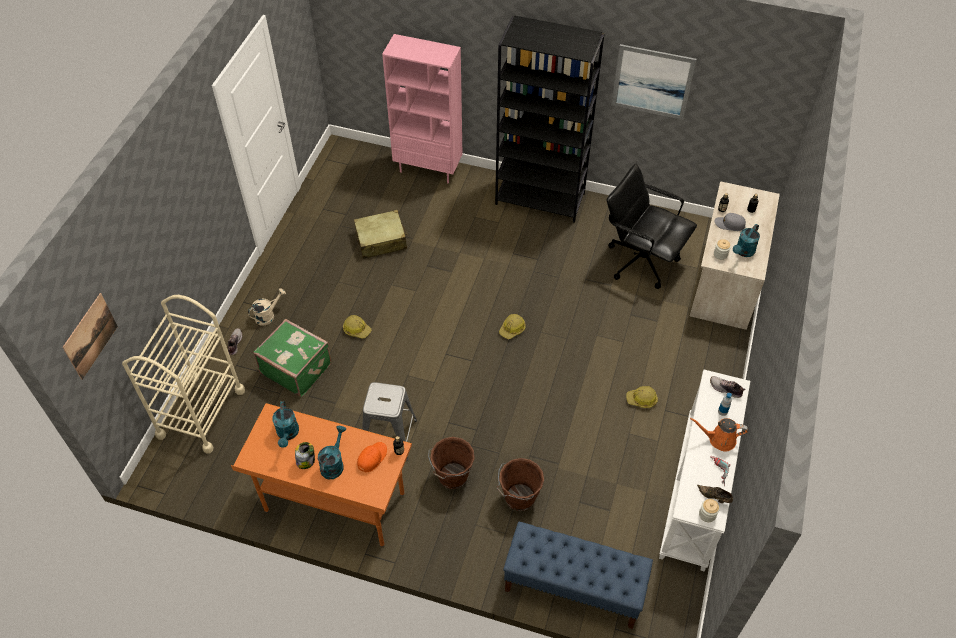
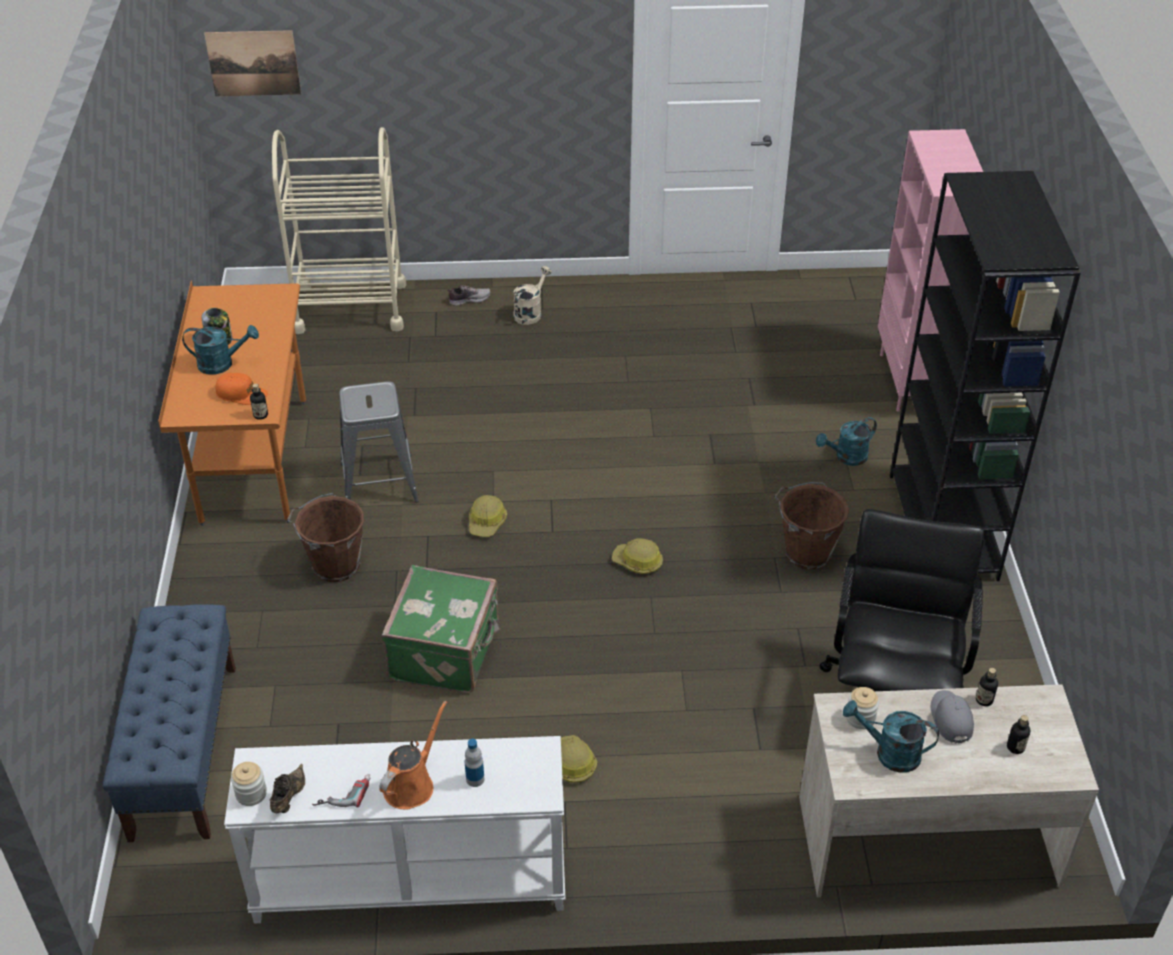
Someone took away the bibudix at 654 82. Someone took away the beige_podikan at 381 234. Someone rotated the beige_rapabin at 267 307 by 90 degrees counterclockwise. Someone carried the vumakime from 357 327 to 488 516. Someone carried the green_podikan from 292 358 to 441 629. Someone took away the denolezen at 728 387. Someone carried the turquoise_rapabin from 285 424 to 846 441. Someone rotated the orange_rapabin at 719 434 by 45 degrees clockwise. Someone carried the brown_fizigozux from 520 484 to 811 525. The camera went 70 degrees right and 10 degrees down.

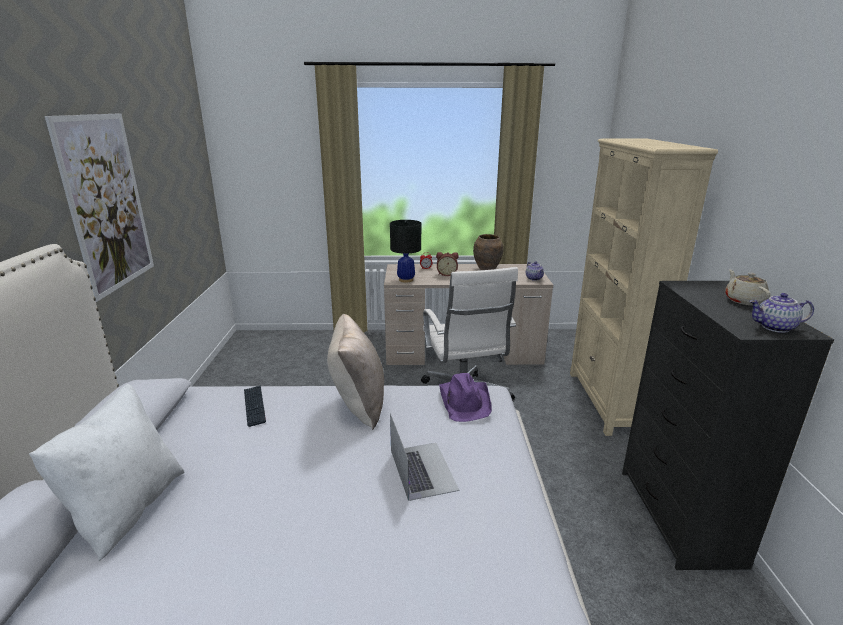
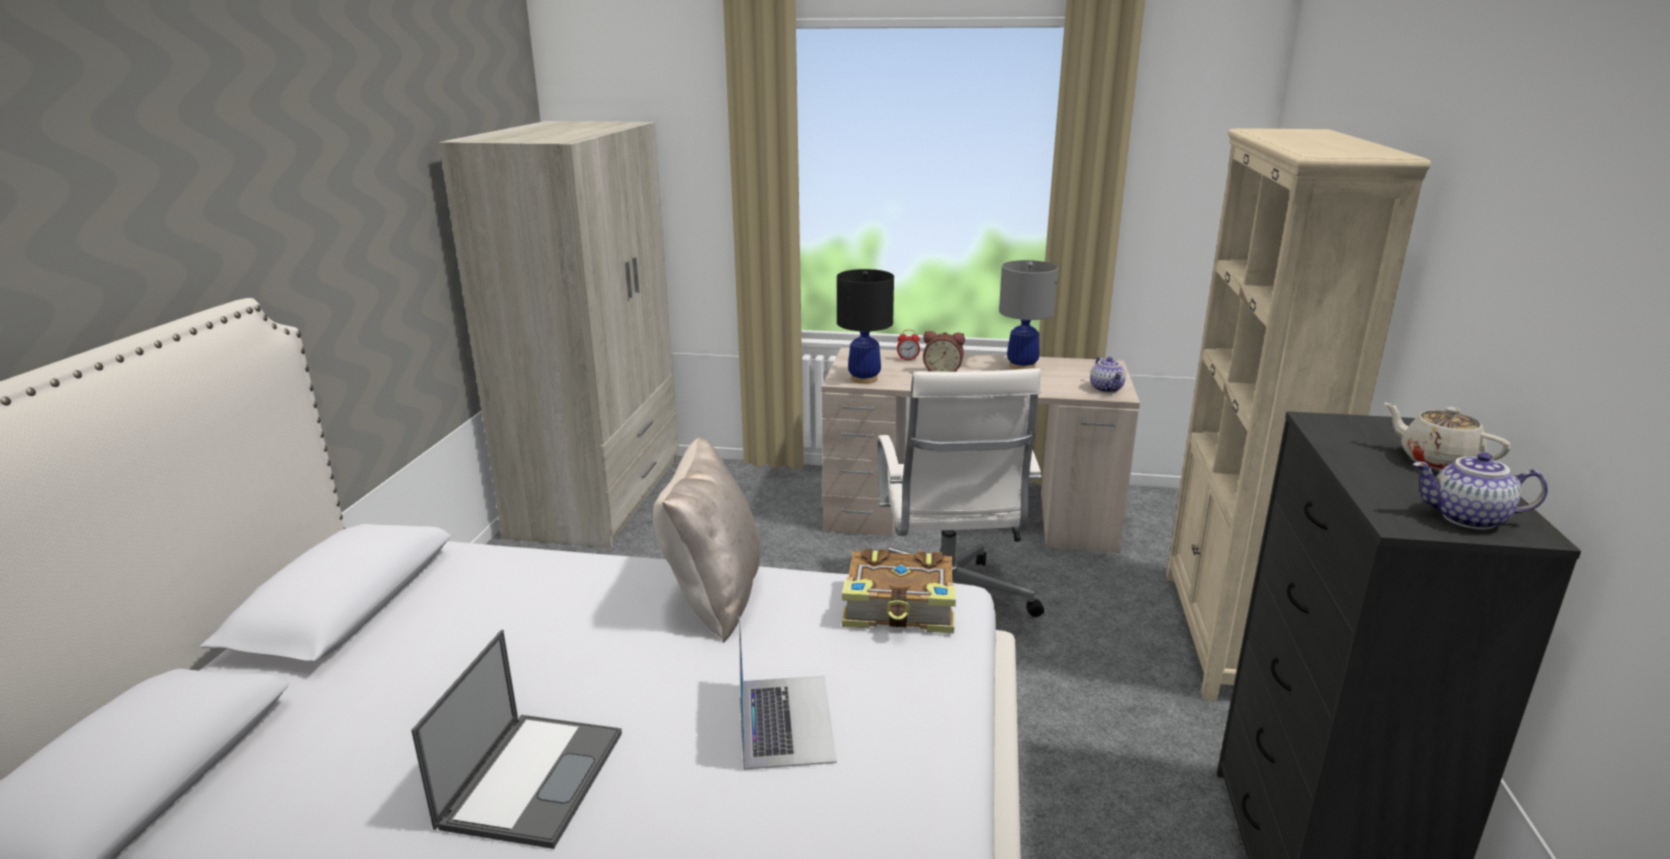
Someone took away the bibudix at 99 207. Someone swapped the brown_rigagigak at 488 252 for the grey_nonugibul at 1028 315. Someone rotated the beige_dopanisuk at 748 287 by 45 degrees counterclockwise. Someone swapped the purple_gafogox at 465 397 for the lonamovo at 899 591. Someone took away the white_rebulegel at 107 472. Someone took away the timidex at 255 406. Someone put down the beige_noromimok at 559 334. Someone put down the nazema at 516 739. The camera went 10 degrees right and 0 degrees up.

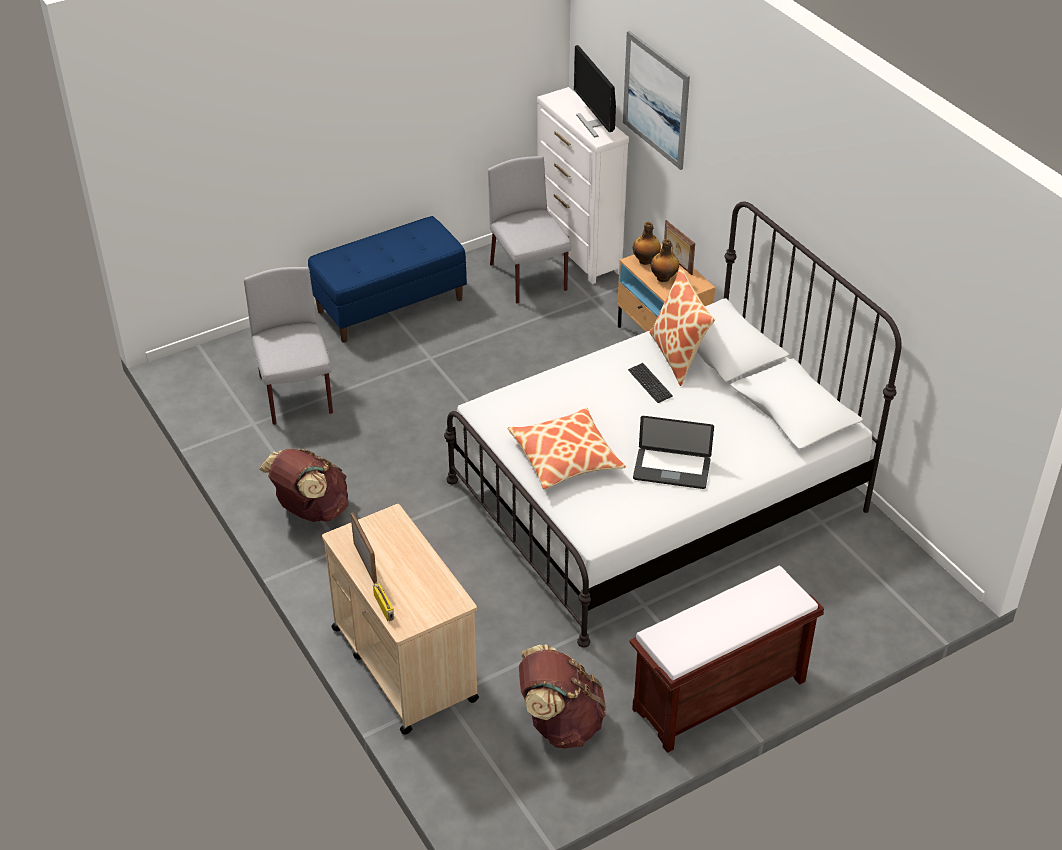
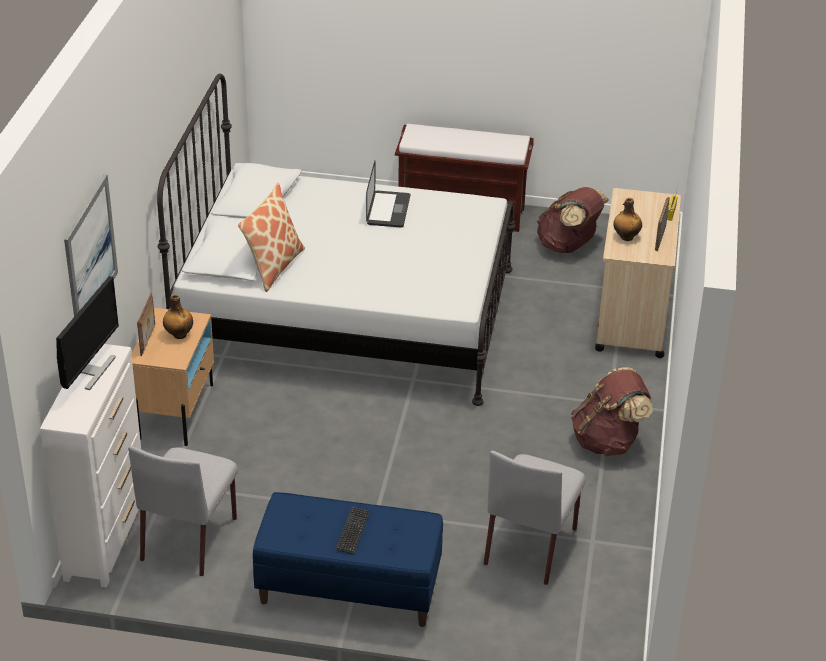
Someone carried the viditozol from 647 243 to 627 219. Someone carried the timidex from 650 383 to 353 530. Someone took away the rebulegel at 566 449. Someone rotated the nazema at 673 452 by 45 degrees clockwise. The camera went 140 degrees left and 5 degrees down.

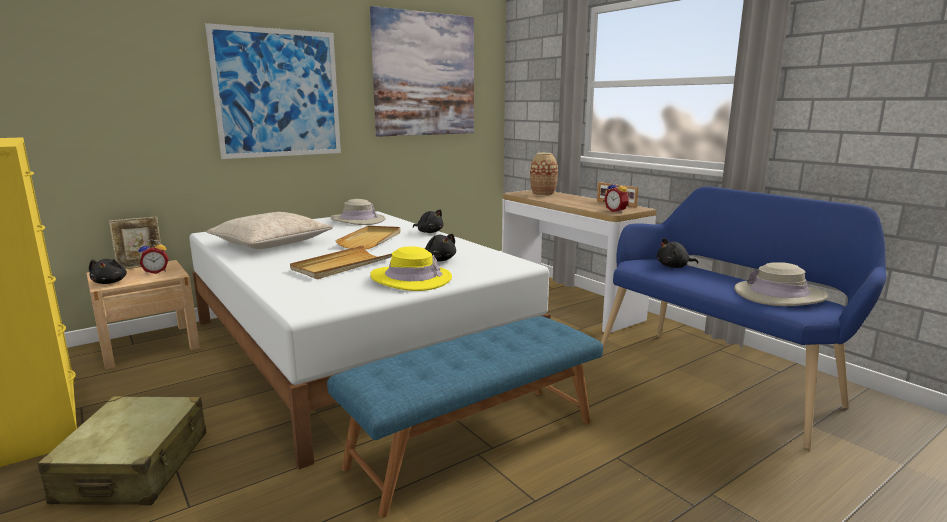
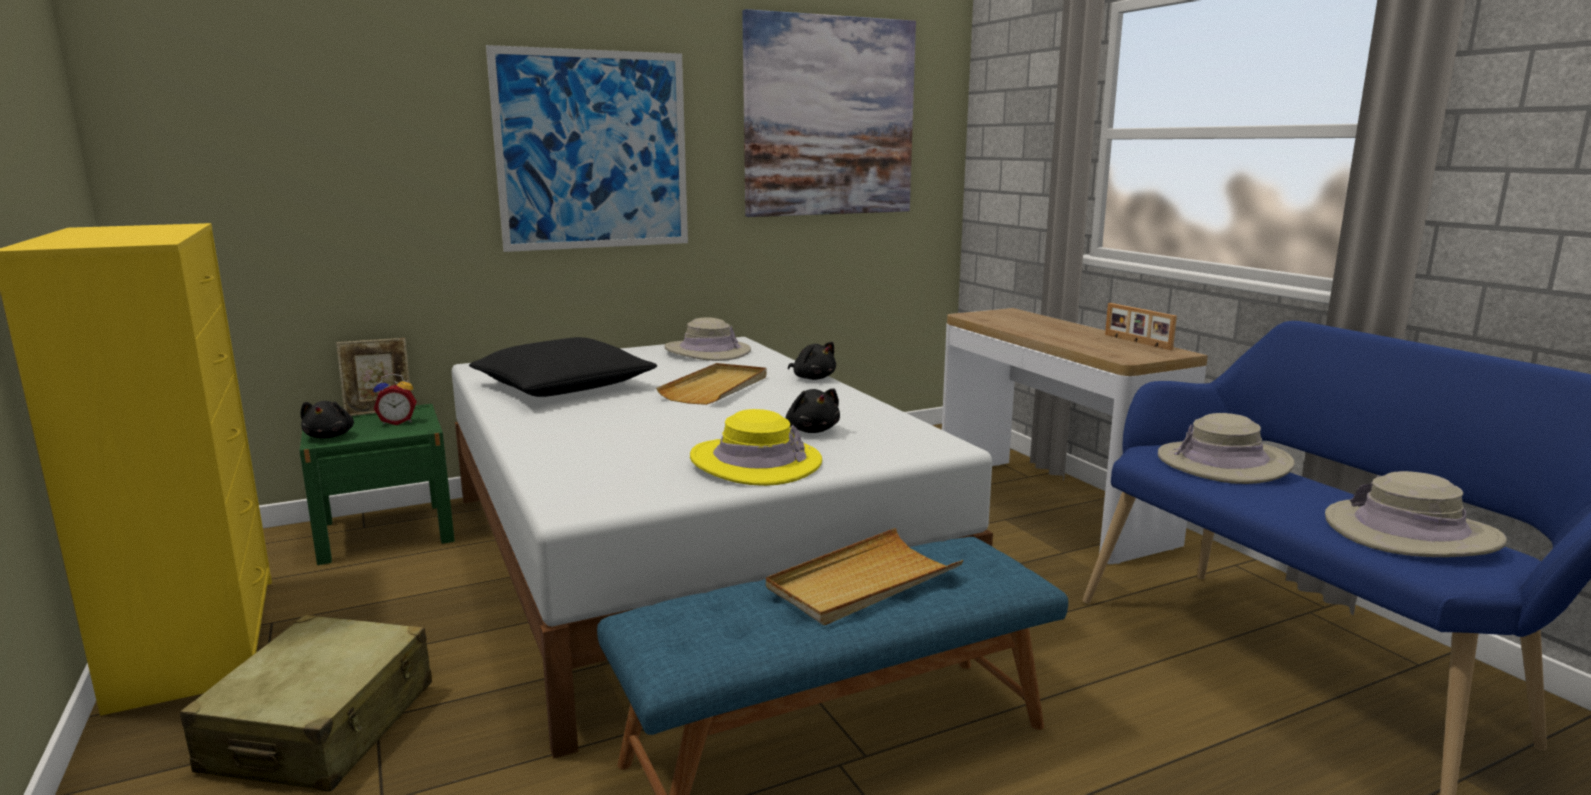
Someone took away the rigagigak at 544 174. Someone took away the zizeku at 616 196. Someone repainted the beige_rebulegel at 269 230, which became the black_rebulegel at 563 367. Someone swapped the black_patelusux at 677 253 for the beige_gafogox at 1226 448. Someone carried the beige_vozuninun from 341 262 to 865 576. Someone repainted the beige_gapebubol at 143 315, which became the green_gapebubol at 377 484. The camera went 10 degrees right and 0 degrees up.

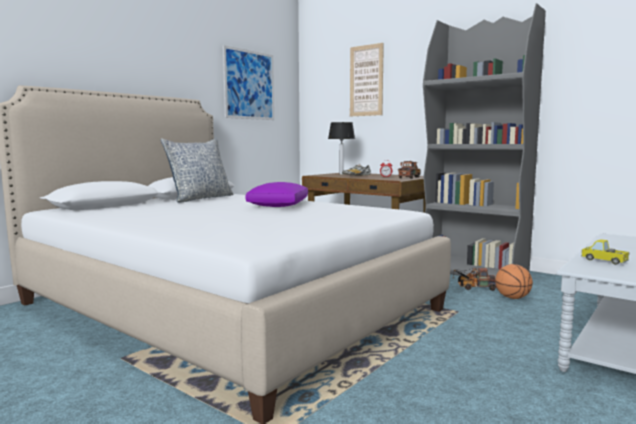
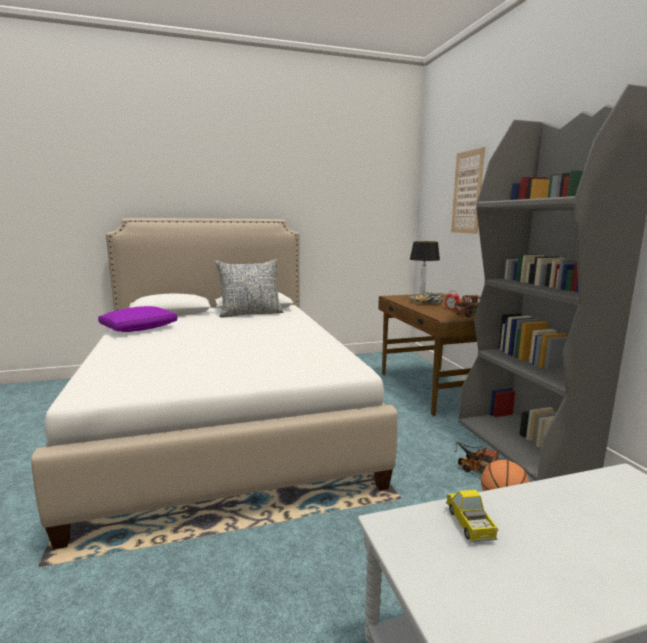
Someone took away the bibudix at 248 82. Someone carried the purple_rebulegel from 276 194 to 137 319. The camera went 35 degrees right and 5 degrees up.

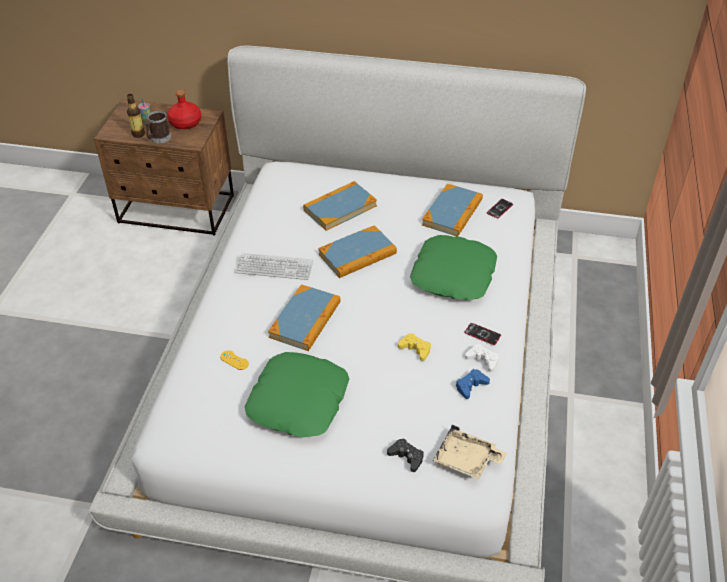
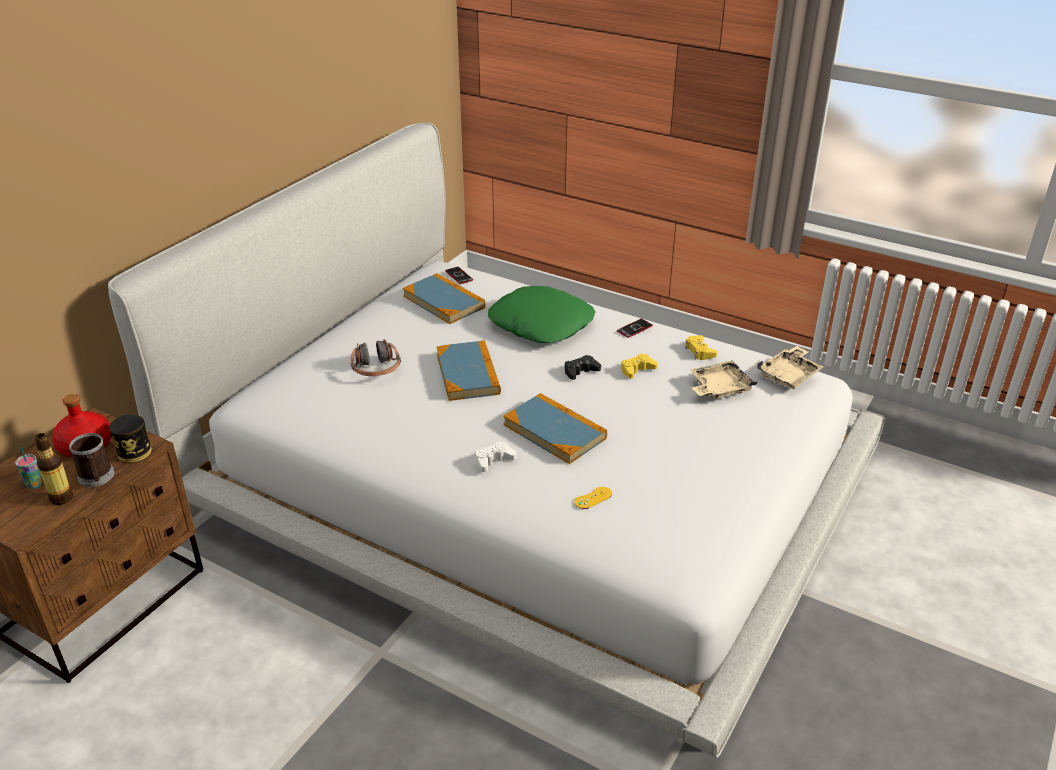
Someone swapped the lonamovo at 340 206 for the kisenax at 376 357. Someone took away the timidex at 274 266. Someone carried the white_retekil from 482 358 to 495 456. Someone took away the green_rebulegel at 297 394. Someone repainted the blue_retekil at 473 384, which became the yellow_retekil at 701 347. Someone carried the black_retekil from 405 455 to 583 367. Someone put down the beige_vozuninun at 723 380. Someone put down the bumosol at 130 438. The camera went 70 degrees left and 10 degrees down.

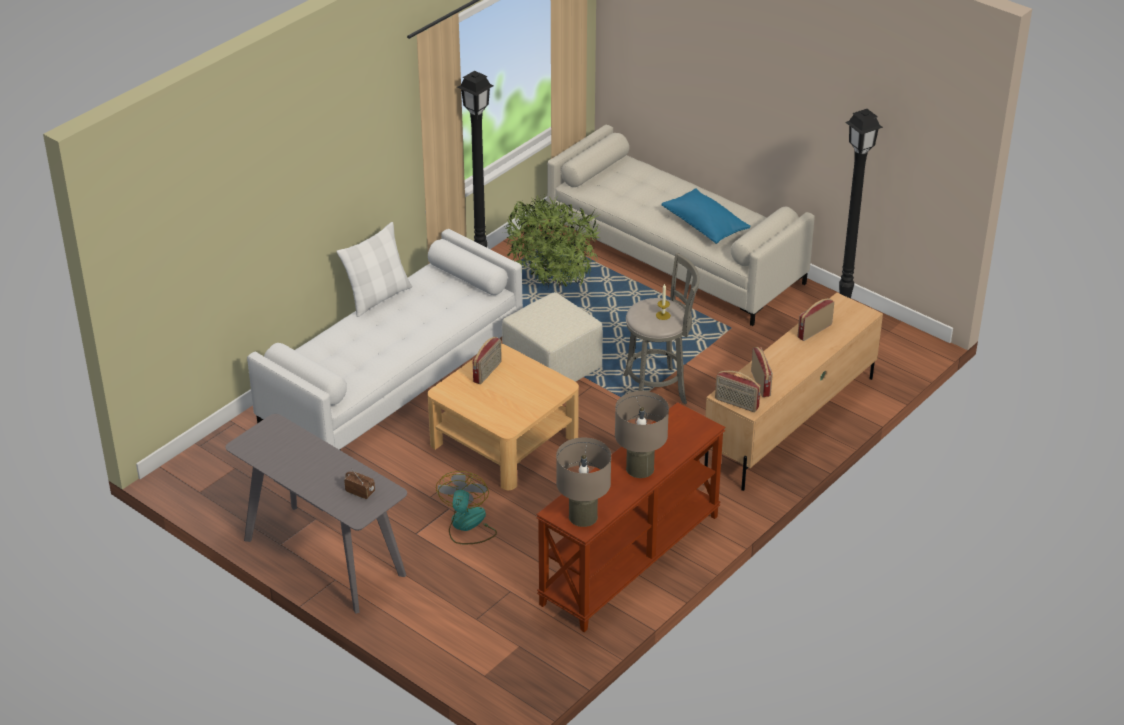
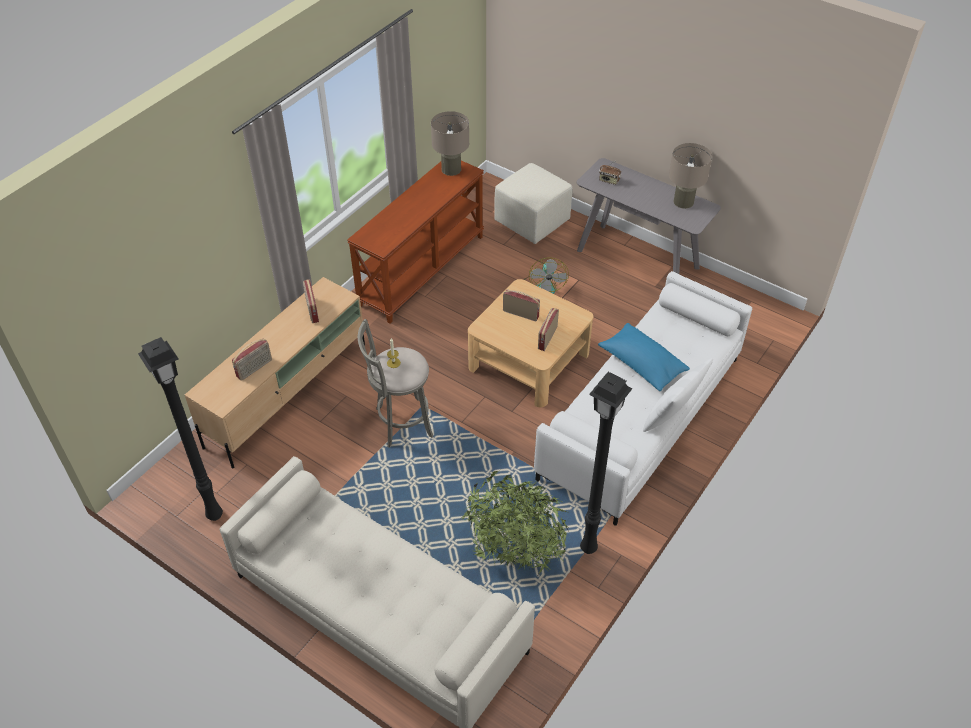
Someone carried the blue_rebulegel from 706 216 to 644 357. Someone carried the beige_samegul from 552 337 to 533 203. Someone carried the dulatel from 738 391 to 521 305. Someone carried the beige_nonugibul from 642 434 to 690 176. The camera went 175 degrees right and 10 degrees up.

